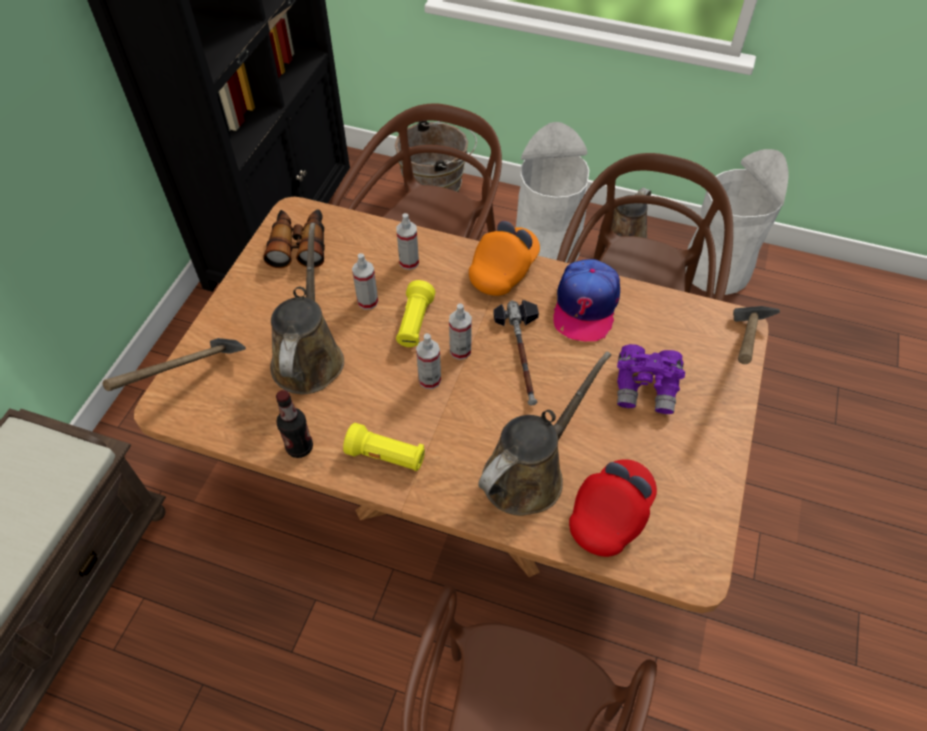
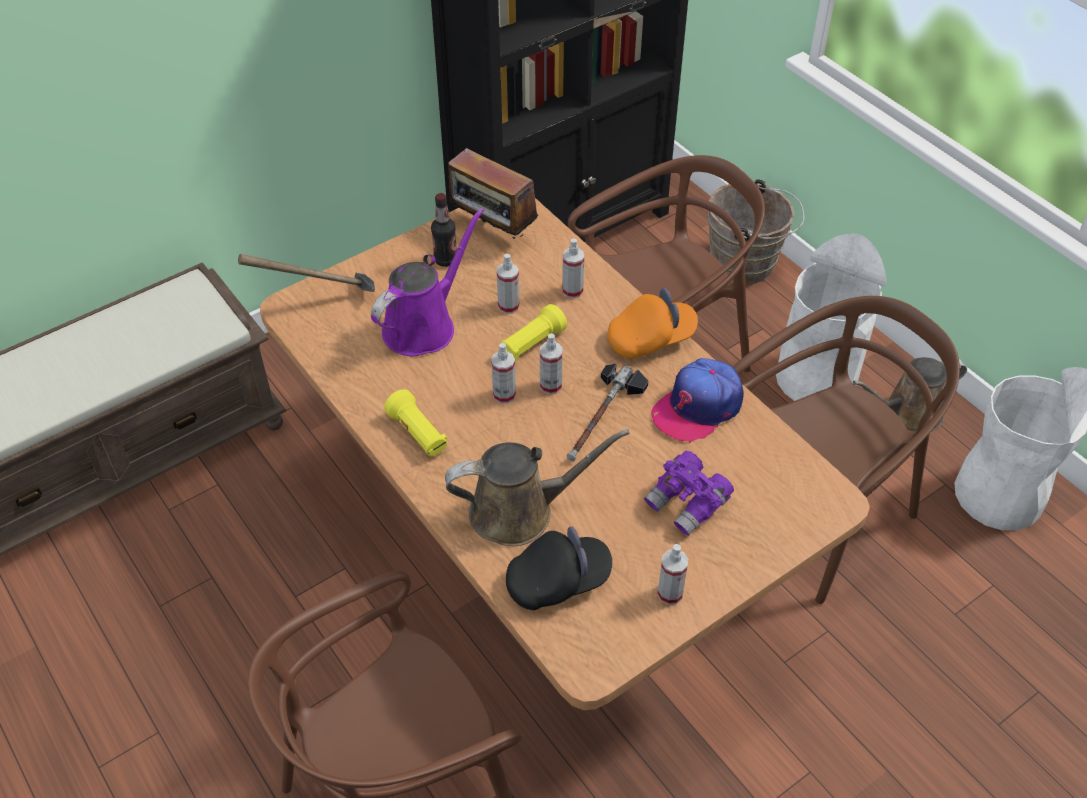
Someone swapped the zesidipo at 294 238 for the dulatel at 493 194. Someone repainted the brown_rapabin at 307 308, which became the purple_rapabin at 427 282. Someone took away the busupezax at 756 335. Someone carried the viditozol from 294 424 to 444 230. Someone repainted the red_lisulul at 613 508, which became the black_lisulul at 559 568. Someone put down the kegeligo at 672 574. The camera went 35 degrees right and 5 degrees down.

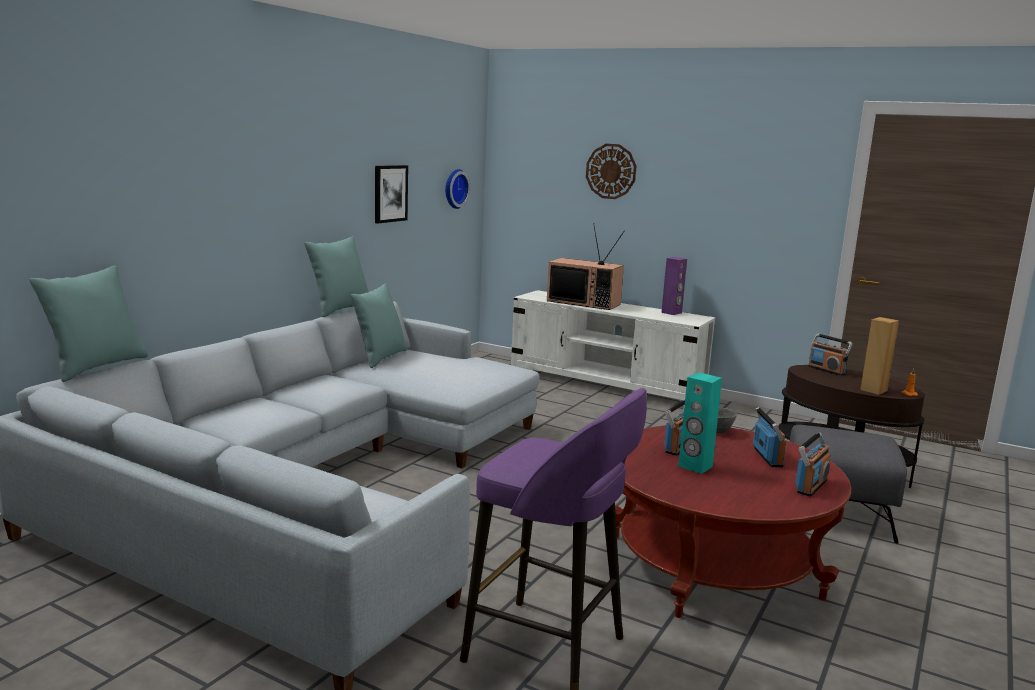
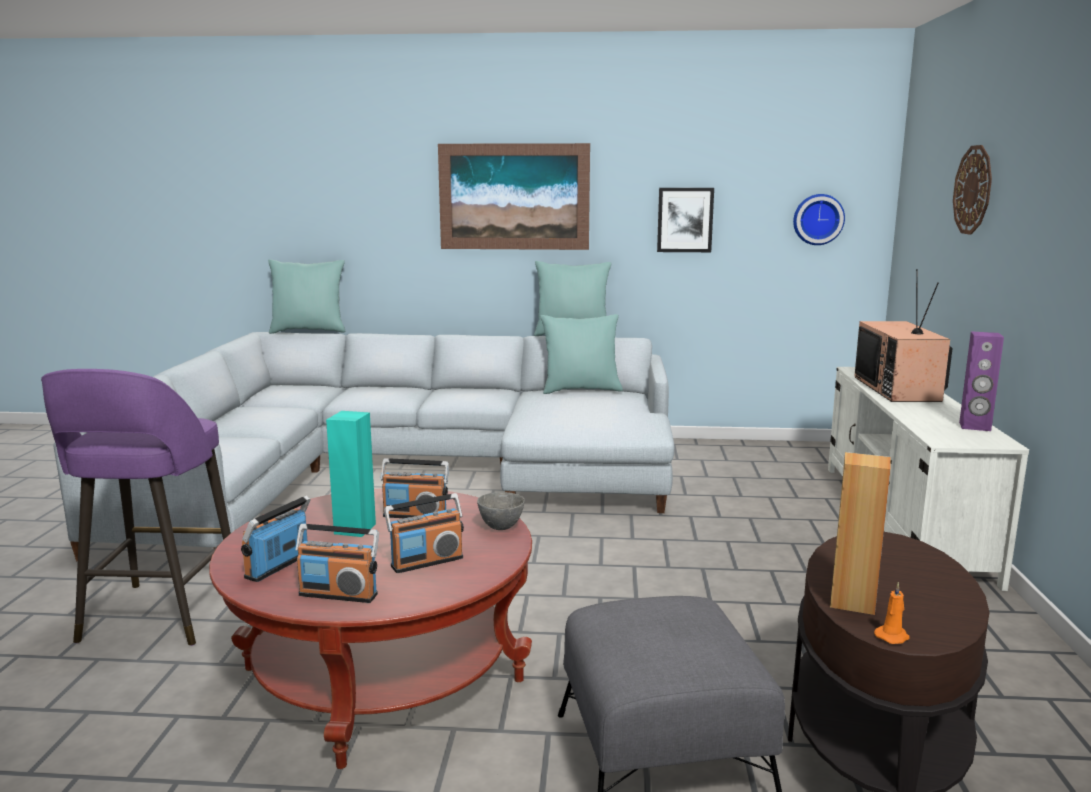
Someone carried the dulatel from 830 354 to 276 538. Someone put up the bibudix at 514 196. The camera went 65 degrees right and 0 degrees up.

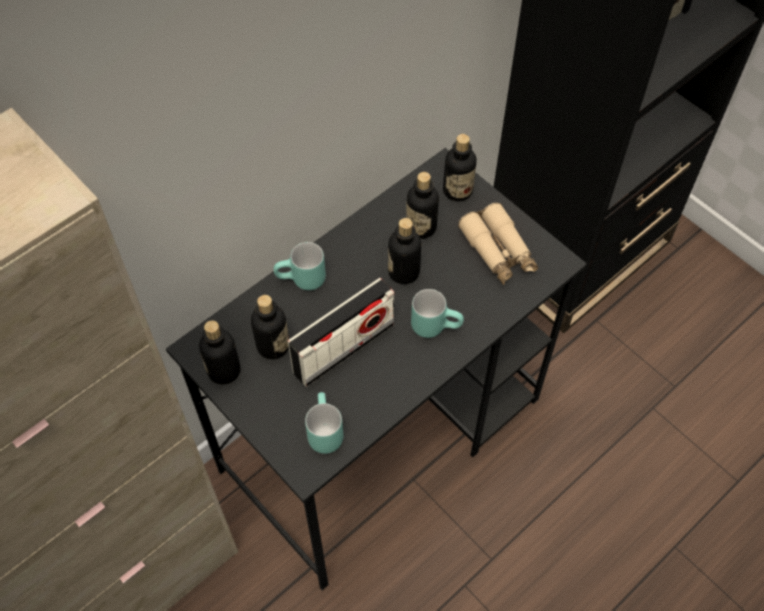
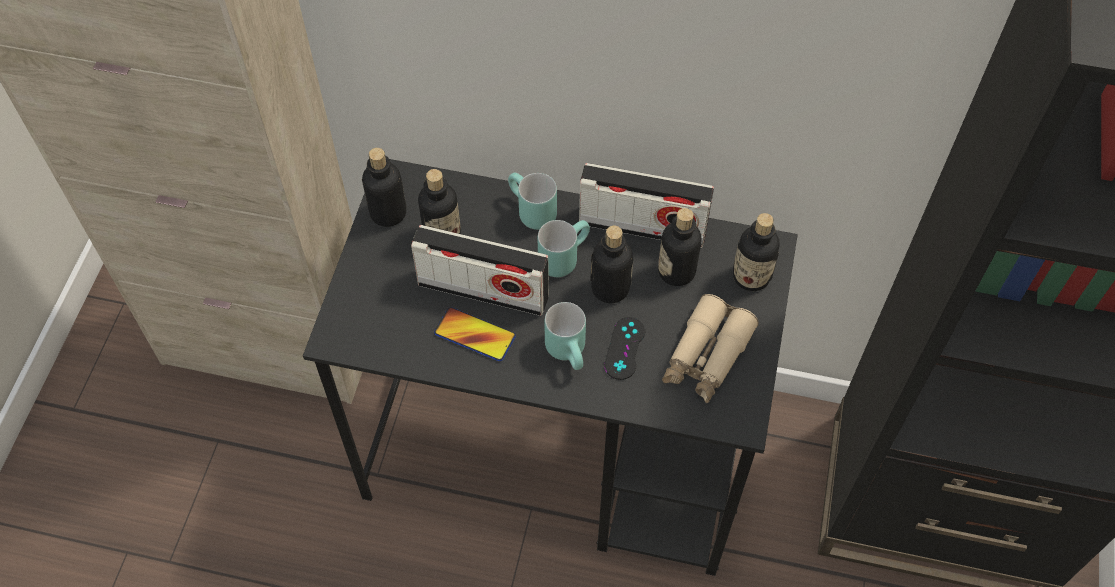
Someone carried the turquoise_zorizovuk from 324 423 to 564 248. Someone put down the dulatel at 646 205. Someone put down the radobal at 475 334. Someone put down the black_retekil at 624 348. The camera went 55 degrees right and 0 degrees up.

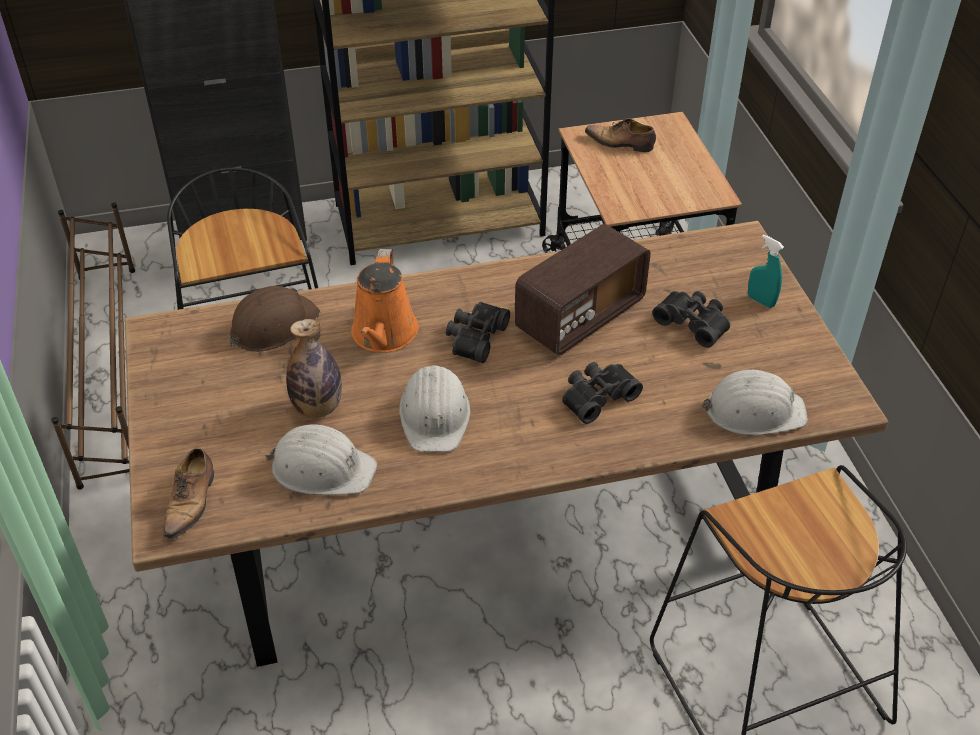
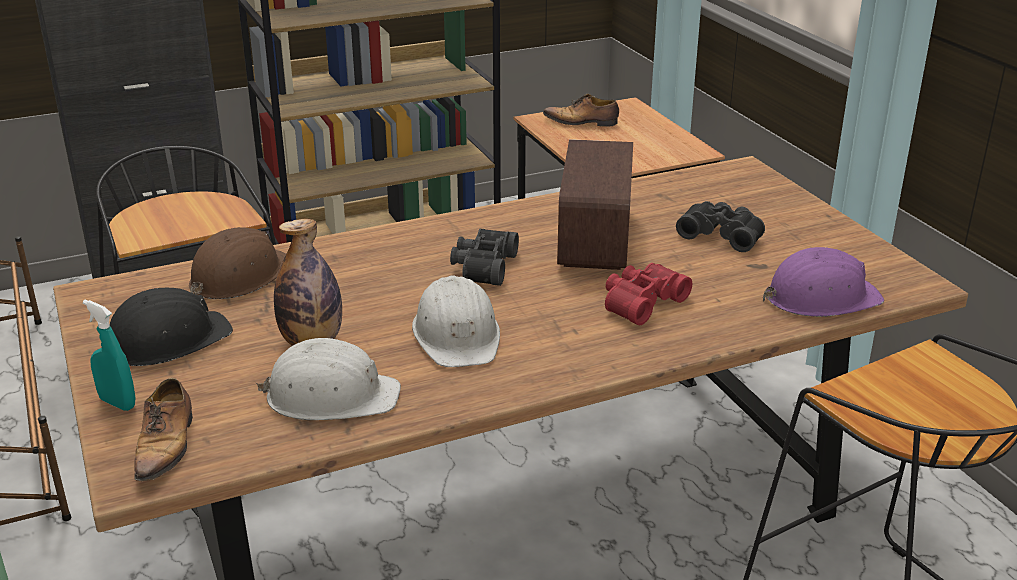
Someone rotated the dulatel at 583 289 by 150 degrees clockwise. Someone carried the turquoise_kegeligo from 766 271 to 109 355. Someone took away the orange_rapabin at 385 301. Someone repainted the black_zesidipo at 602 393, which became the red_zesidipo at 648 294. Someone repainted the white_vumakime at 754 402, which became the purple_vumakime at 823 282. Someone put down the black_vumakime at 167 327. The camera went 10 degrees left and 15 degrees down.

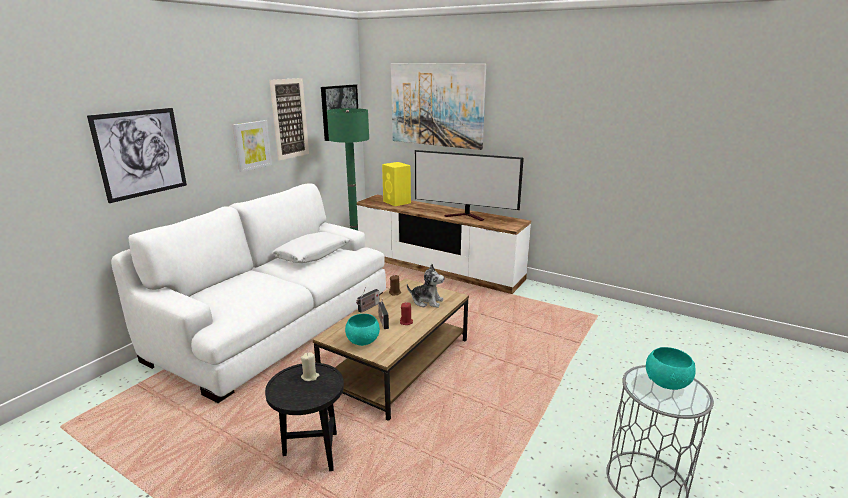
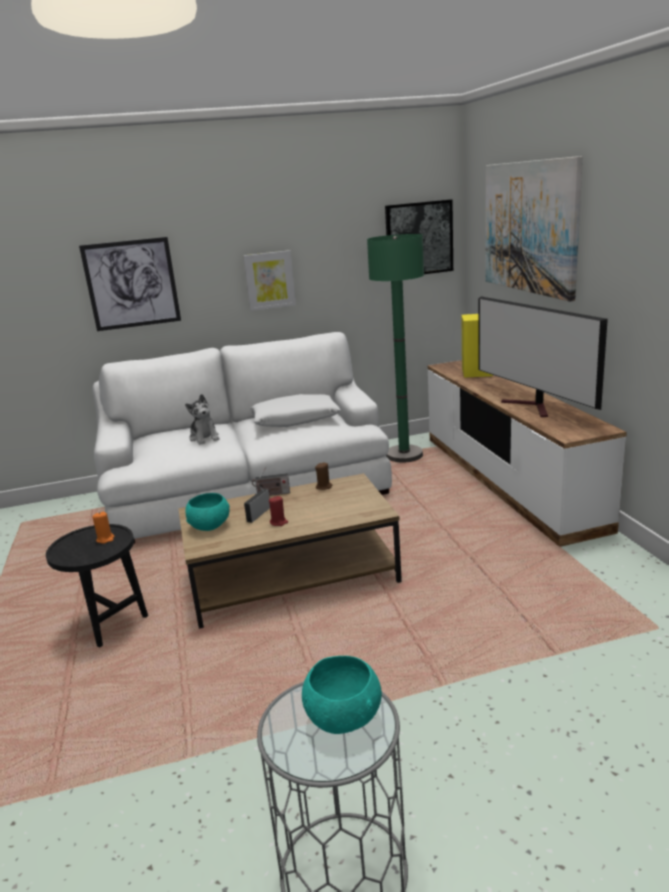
Someone took away the bibudix at 289 119. Someone carried the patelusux from 426 286 to 202 419. Someone repainted the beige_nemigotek at 310 367, which became the orange_nemigotek at 103 528. The camera went 45 degrees right and 0 degrees up.

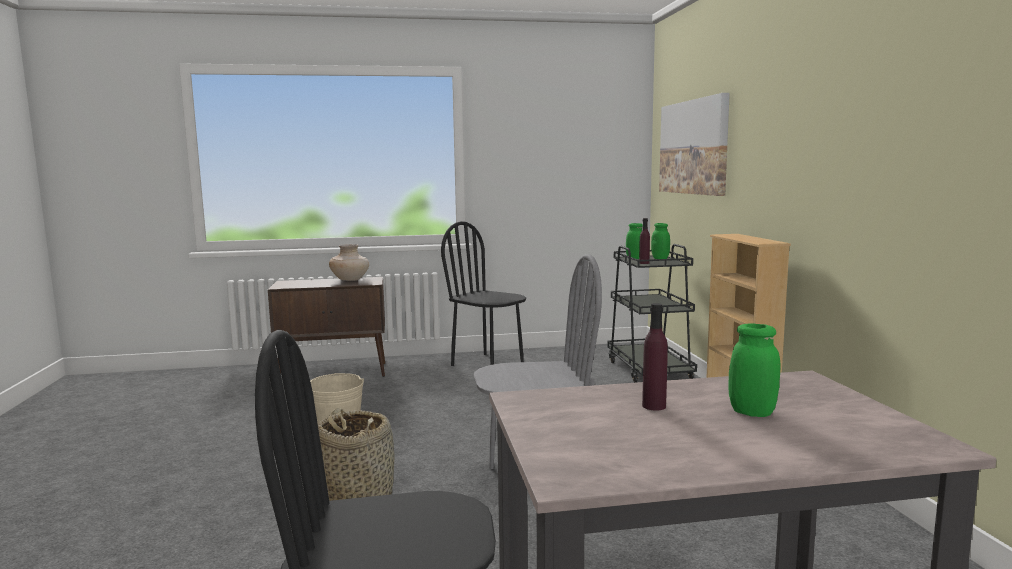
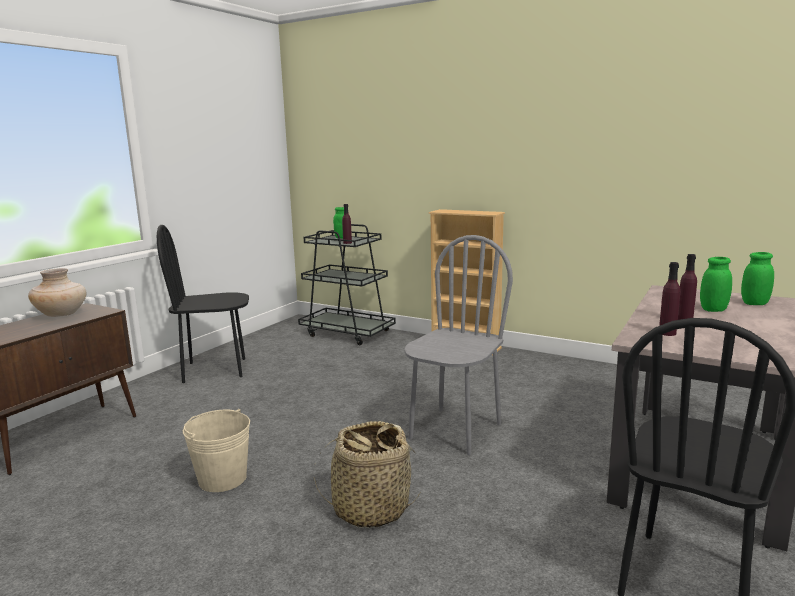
Someone took away the bibudix at 694 144. Someone carried the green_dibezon from 634 241 to 757 278. Someone put down the purple_viditozol at 669 299. The camera went 50 degrees left and 5 degrees up.

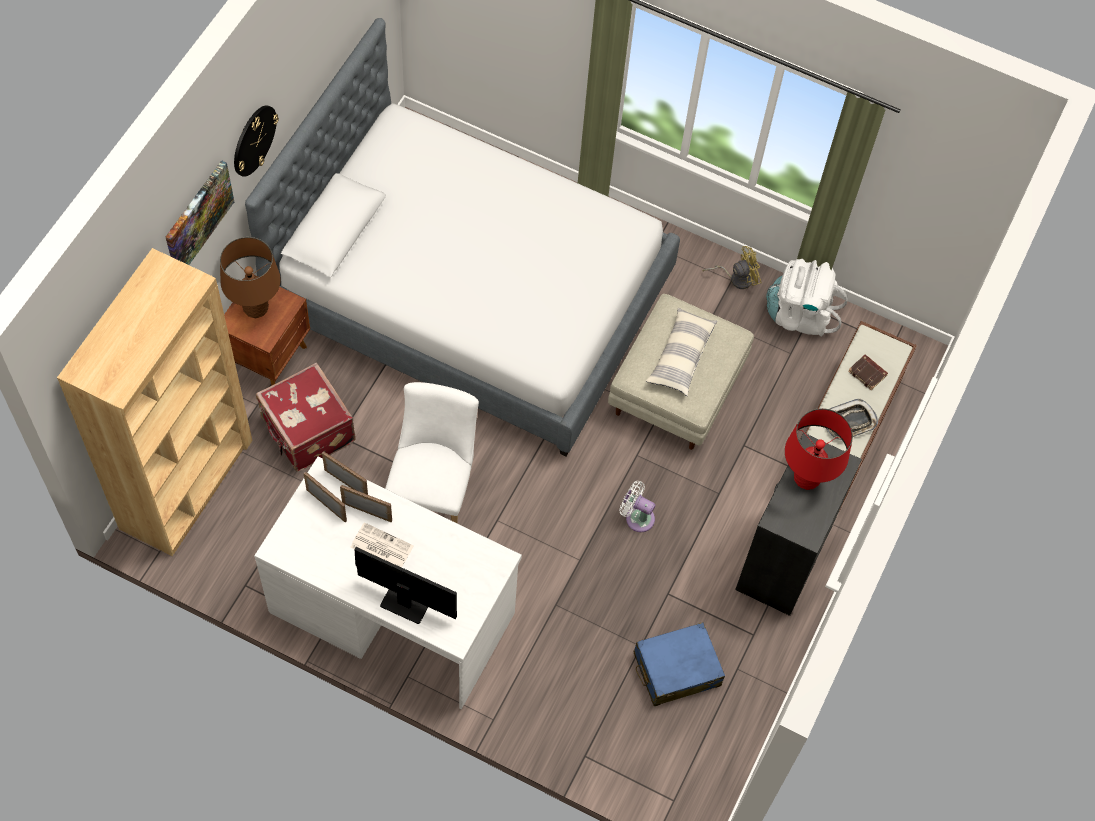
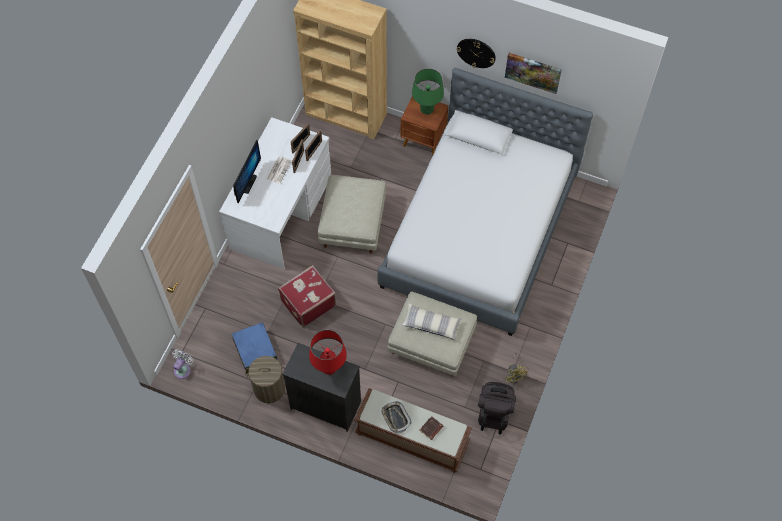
Someone carried the bibudix from 200 212 to 533 73. Someone repainted the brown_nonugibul at 250 277, which became the green_nonugibul at 428 91. Someone repainted the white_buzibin at 807 297, which became the black_buzibin at 497 408. Someone carried the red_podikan from 306 417 to 307 296. Someone swapped the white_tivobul at 432 453 for the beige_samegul at 352 214. Someone carried the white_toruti from 637 506 to 182 364. Someone put down the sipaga at 265 379. The camera went 90 degrees right and 0 degrees up.

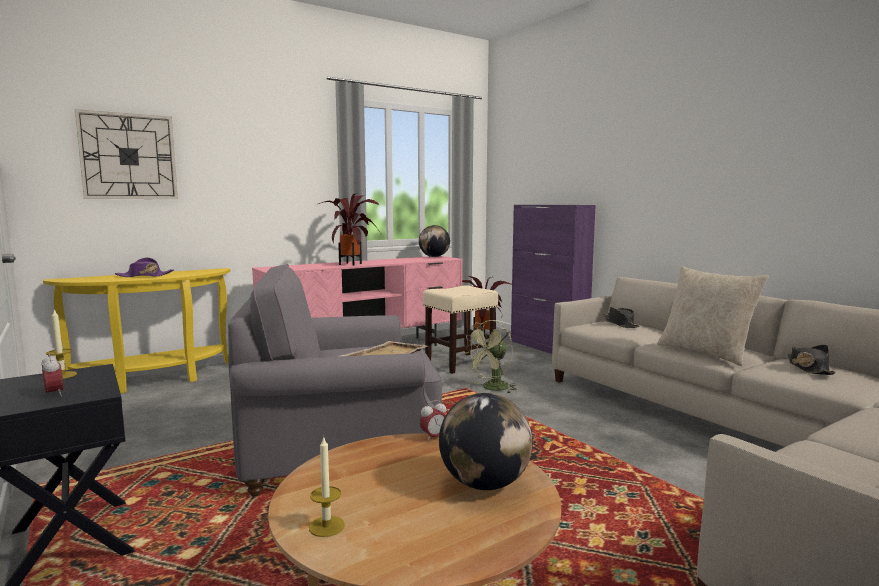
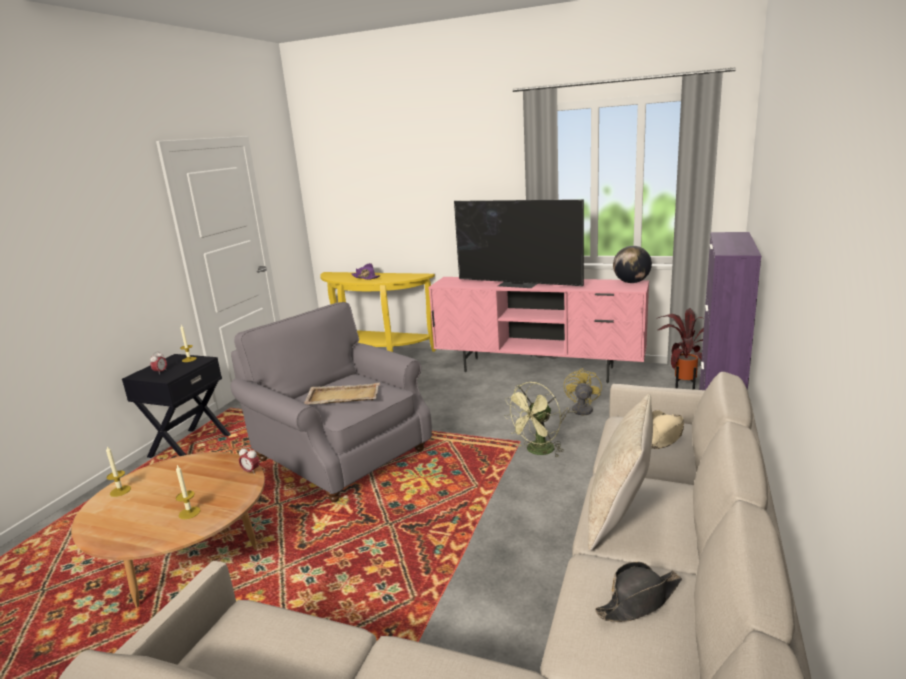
Someone took away the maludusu at 126 154. Someone swapped the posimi at 349 229 for the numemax at 519 243. Someone swapped the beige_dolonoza at 460 329 for the yellow_toruti at 580 396. Someone repainted the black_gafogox at 621 317, which became the beige_gafogox at 667 429. Someone rotated the green_toruti at 490 356 by 60 degrees counterclockwise. Someone swapped the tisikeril at 486 441 for the nemigotek at 188 492. The camera went 55 degrees right and 10 degrees up.

